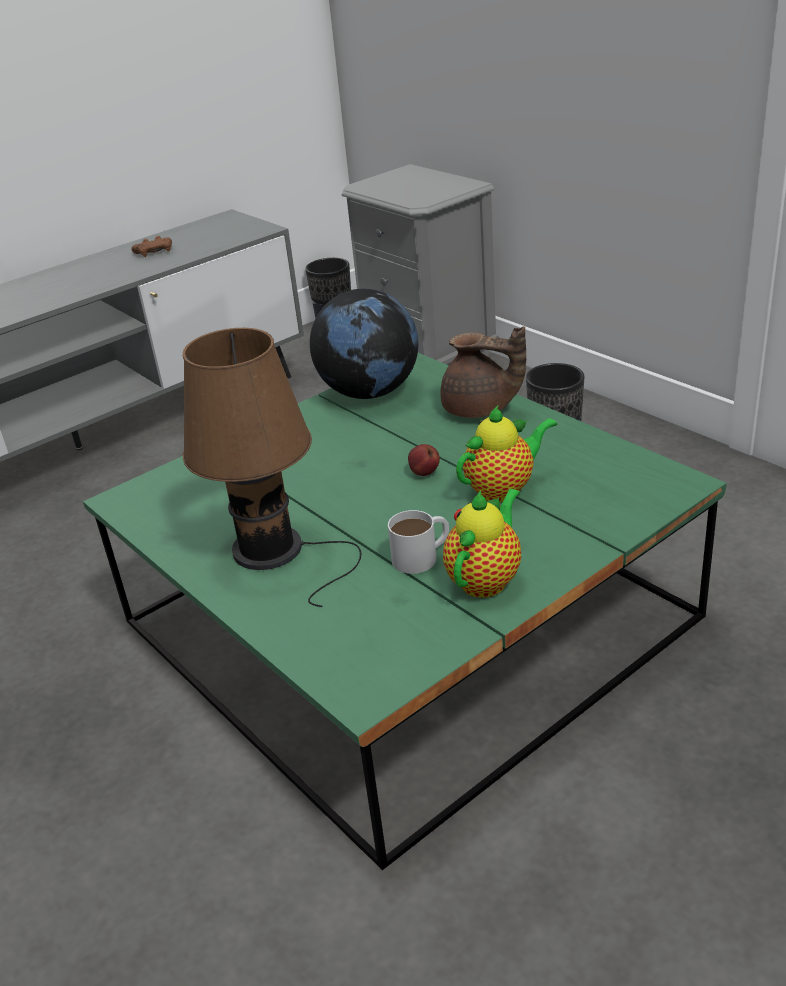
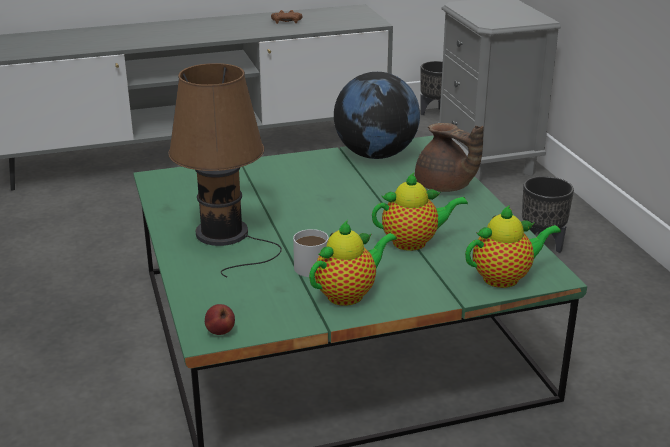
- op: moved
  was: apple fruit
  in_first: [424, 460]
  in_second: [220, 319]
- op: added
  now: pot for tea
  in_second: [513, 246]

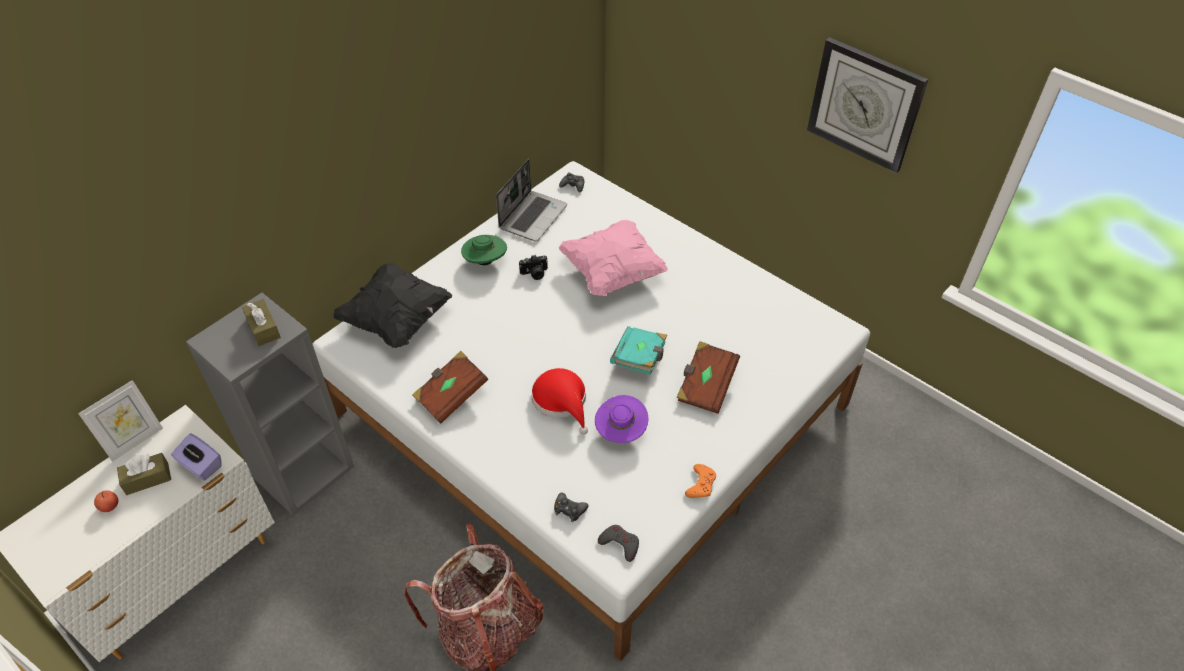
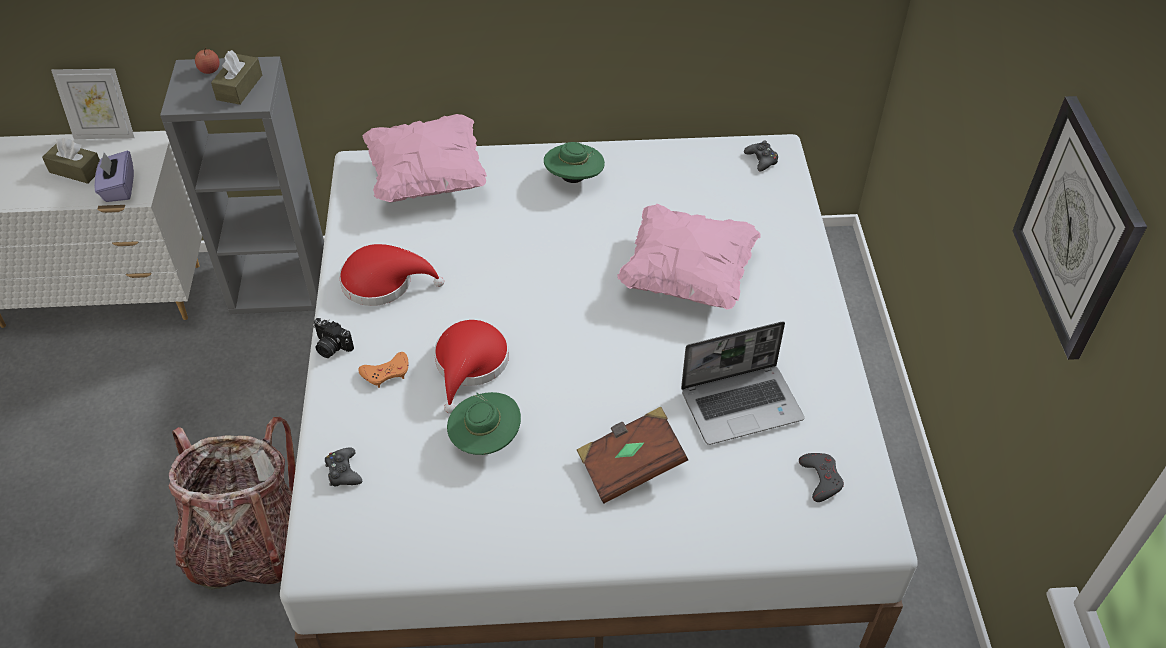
- op: moved
  was: apple fruit
  in_first: [106, 501]
  in_second: [207, 61]
- op: recoloured
  was: pillow/blackish
  now: pillow/pink-coloured
  in_first: [392, 305]
  in_second: [425, 158]
- op: replaced
  was: volume/brownish
  now: hat/red-coloured
  in_first: [450, 387]
  in_second: [391, 275]
- op: moved
  was: notebook computer
  in_first: [531, 200]
  in_second: [742, 383]
- op: moved
  was: still camera
  in_first: [533, 267]
  in_second: [333, 338]
- op: recoloured
  was: hat/purple-coloured
  now: hat/green
  in_first: [621, 419]
  in_second: [484, 423]
- op: moved
  was: game controller/greyish
  in_first: [618, 543]
  in_second: [821, 477]
- op: removed
  was: volume/blue-green
  in_first: [638, 350]
- op: moved
  was: game controller/orange-coloured
  in_first: [700, 481]
  in_second: [383, 370]

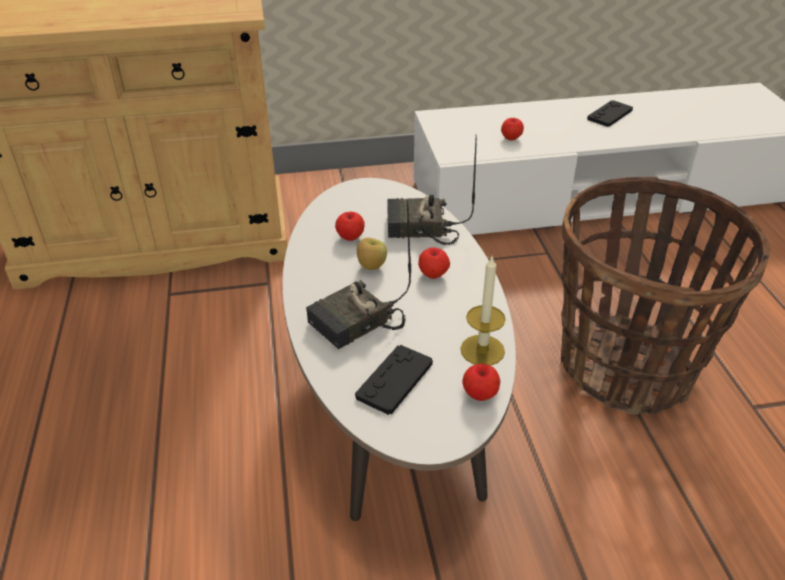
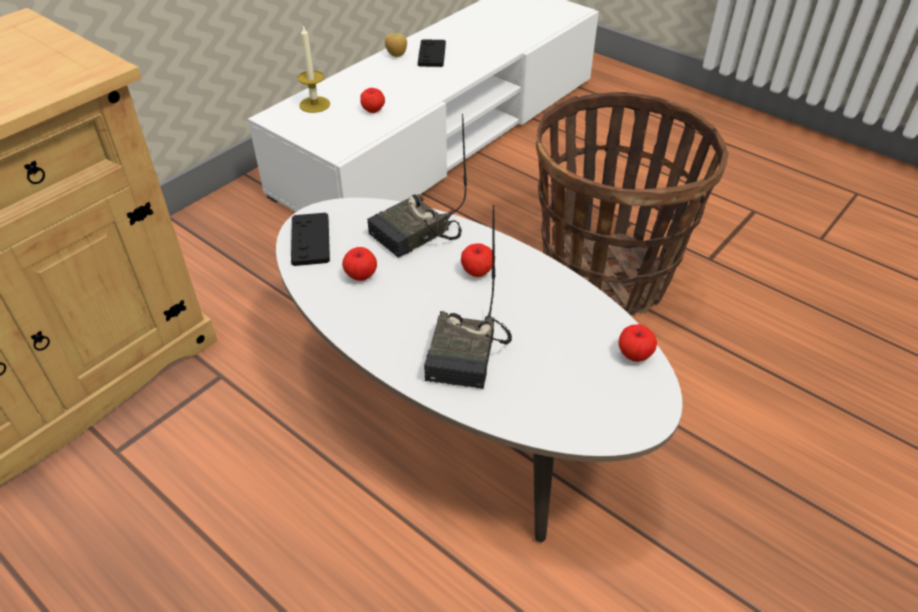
- op: moved
  was: game controller/blackish
  in_first: [394, 380]
  in_second: [310, 239]
- op: moved
  was: apple fruit
  in_first: [372, 254]
  in_second: [396, 45]
- op: moved
  was: wax candle
  in_first: [483, 310]
  in_second: [313, 69]

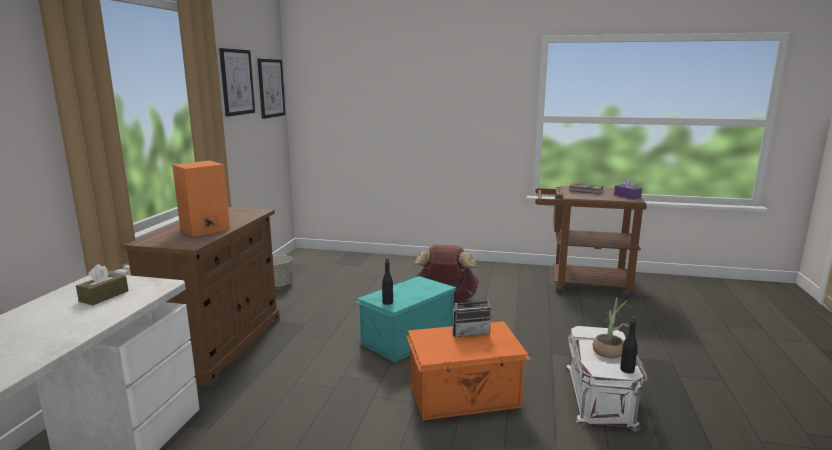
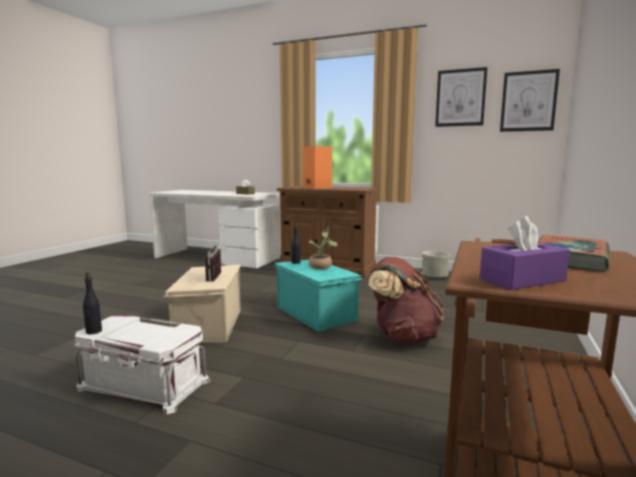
- op: recoloured
  was: storage bin/orange-coloured
  now: storage bin/beige-coloured
  in_first: [468, 370]
  in_second: [202, 304]
- op: moved
  was: plant in a pot
  in_first: [612, 328]
  in_second: [323, 248]

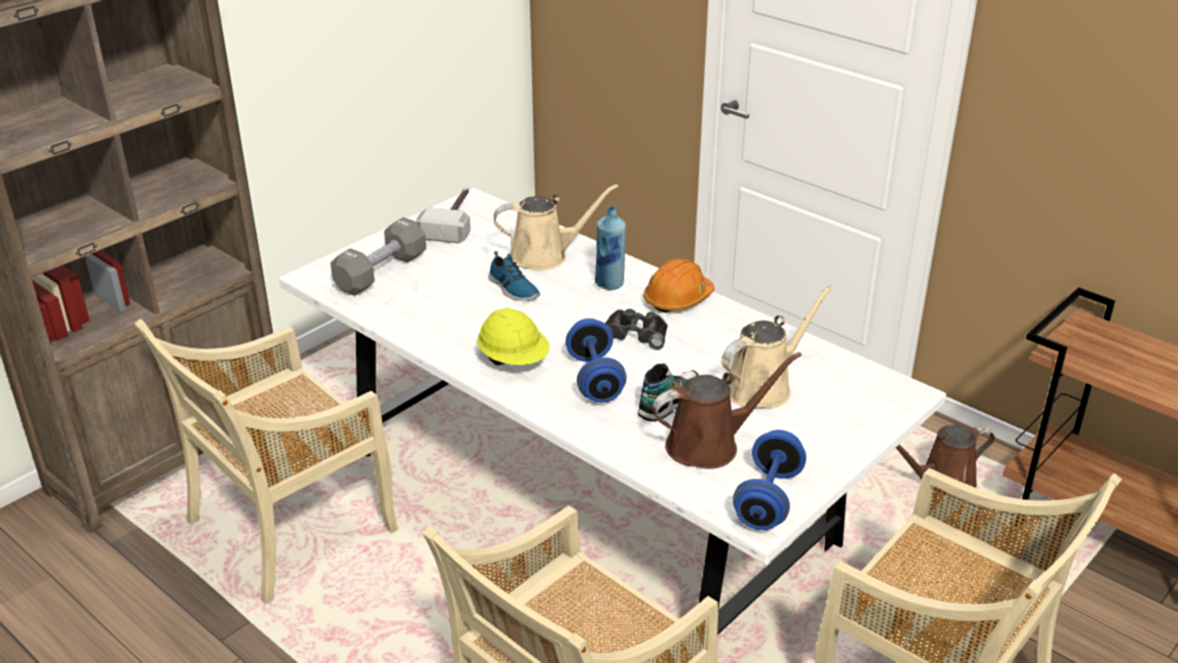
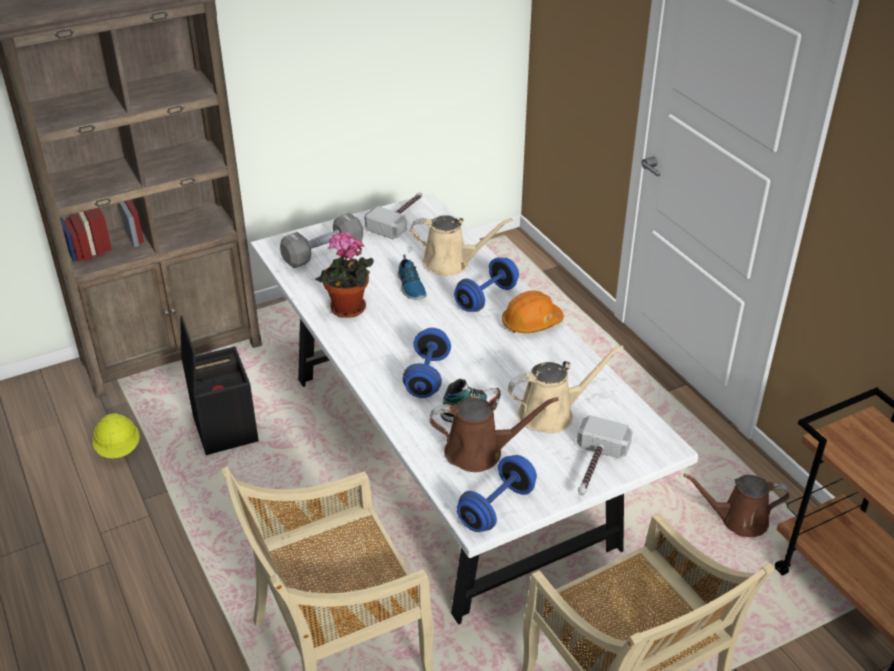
- op: replaced
  was: chair/beige-coloured
  now: storage bin/blackish
  in_first: [266, 461]
  in_second: [219, 385]
- op: moved
  was: safety helmet/yellowish
  in_first: [513, 336]
  in_second: [116, 435]
- op: replaced
  was: bottle/blue
  now: free weight/blue
  in_first: [610, 248]
  in_second: [486, 284]
- op: removed
  was: pair of binoculars/blackish
  in_first: [636, 329]
- op: added
  now: plant in a pot
  in_second: [344, 275]
- op: added
  now: hammer
  in_second: [604, 455]

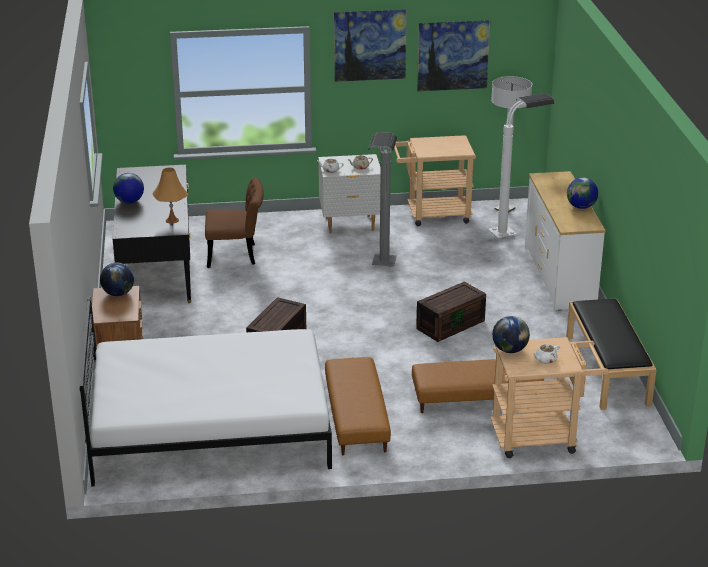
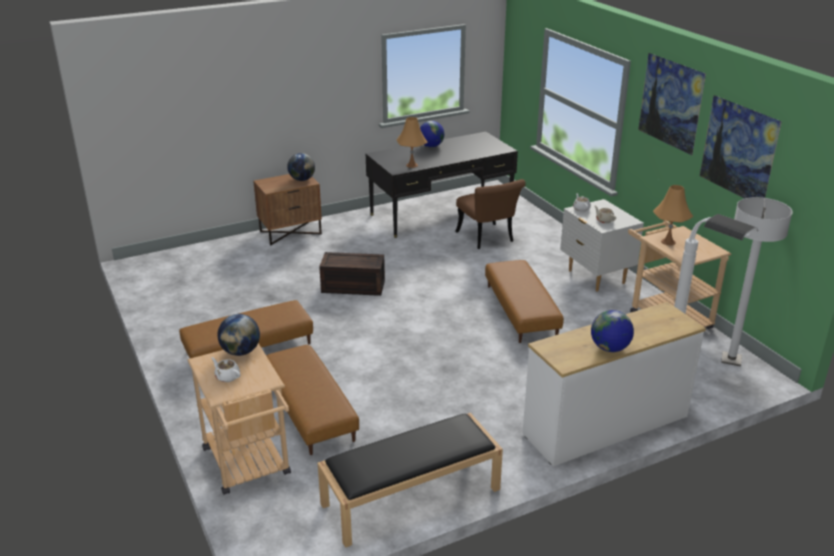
- op: removed
  was: bed/white
  in_first: [205, 391]
- op: replaced
  was: standard lamp/greyish
  now: footrest/brownish
  in_first: [382, 199]
  in_second: [524, 301]
- op: removed
  was: storage bin/brownish
  in_first: [451, 311]
- op: added
  now: lamp for a table/orange-coloured
  in_second: [673, 215]

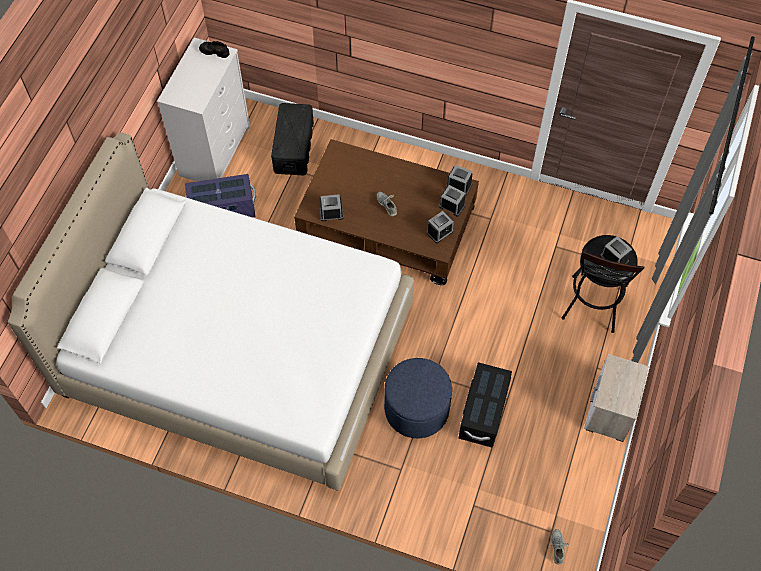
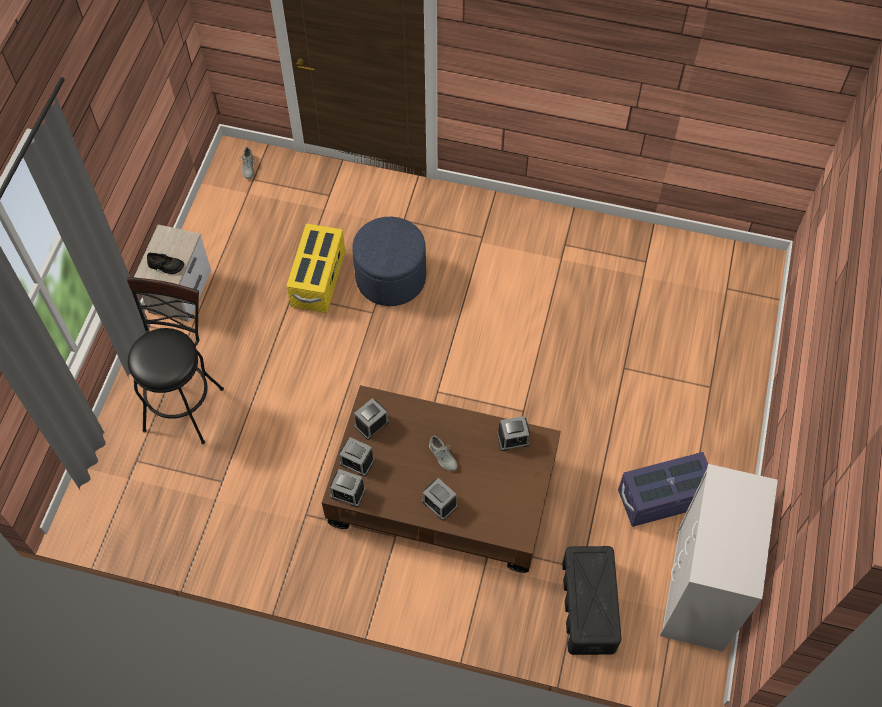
- op: removed
  was: bed/white
  in_first: [211, 312]
- op: moved
  was: item of footwear/blackish
  in_first: [214, 49]
  in_second: [165, 263]
- op: recoloured
  was: storage bin/blackish
  now: storage bin/yellowish
  in_first: [485, 405]
  in_second: [315, 268]
- op: moved
  was: bedside clock
  in_first: [616, 250]
  in_second: [439, 499]

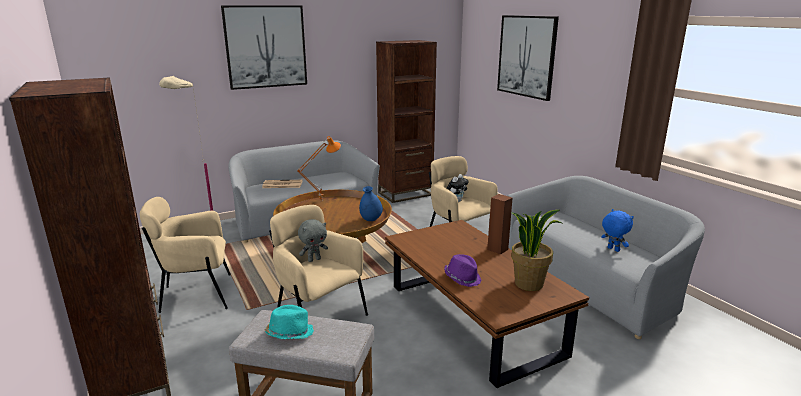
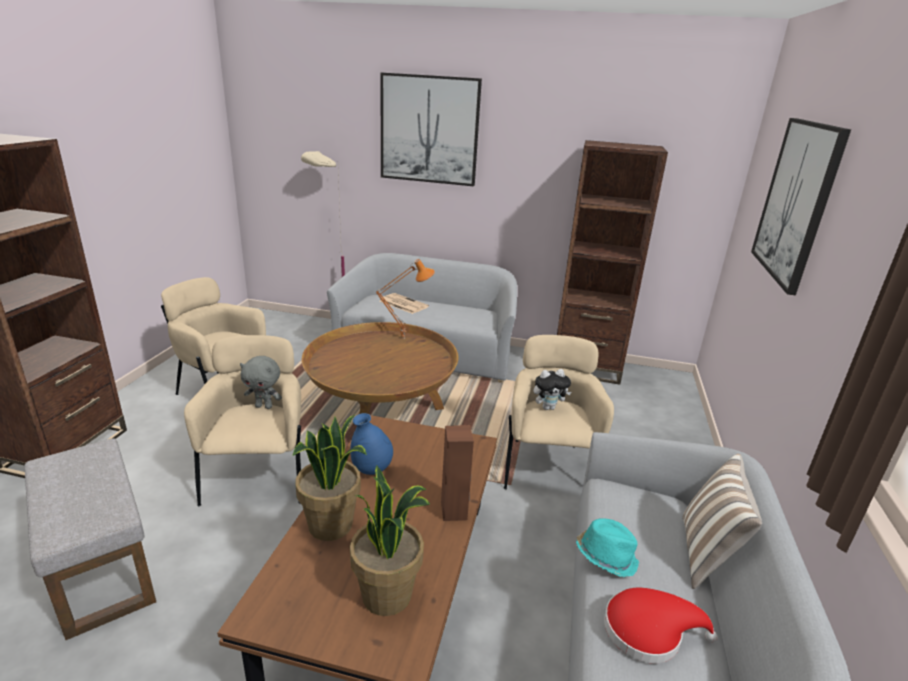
- op: moved
  was: hat/blue-green
  in_first: [289, 322]
  in_second: [607, 547]
- op: moved
  was: flower vase/blue
  in_first: [371, 203]
  in_second: [371, 444]
- op: replaced
  was: hat/purple-coloured
  now: plant in a pot
  in_first: [463, 270]
  in_second: [330, 478]
- op: replaced
  was: cuddly toy/blue
  now: hat/red-coloured
  in_first: [617, 230]
  in_second: [661, 625]
- op: added
  now: pillow
  in_second: [722, 521]

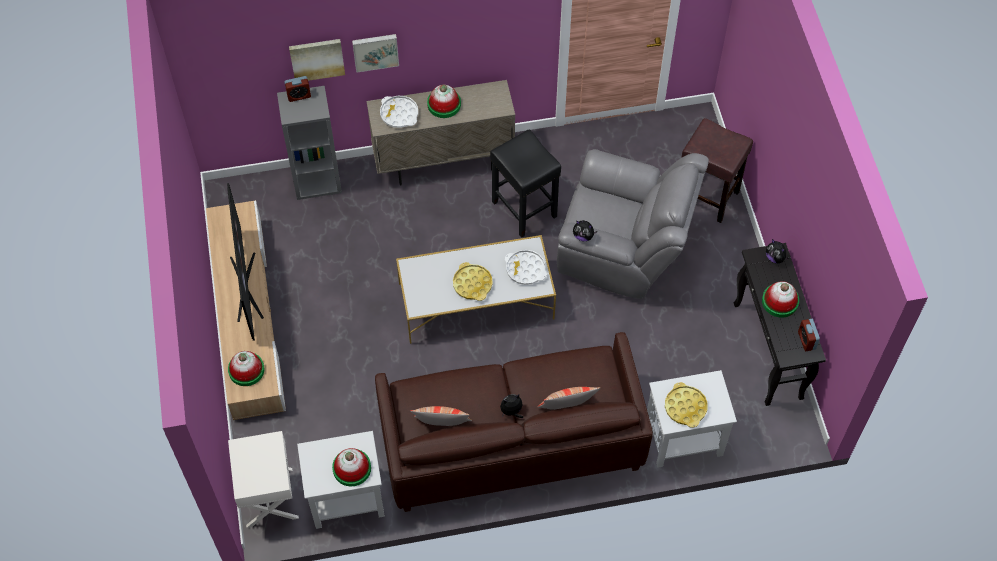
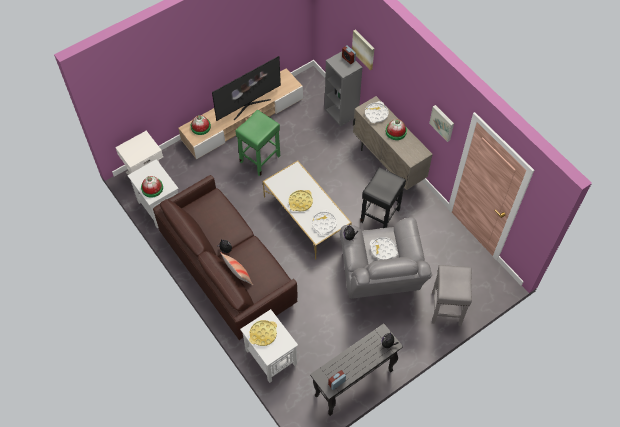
- op: moved
  was: wall art
  in_first: [375, 53]
  in_second: [441, 123]
- op: removed
  was: pillow
  in_first: [441, 416]
- op: recoloured
  was: stool seat/brownish
  now: stool seat/greyish
  in_first: [717, 170]
  in_second: [452, 295]
- op: removed
  was: hat
  in_first: [780, 299]
- op: added
  now: stool seat/green
  in_second: [257, 143]
- op: added
  now: serving tray/white
  in_second: [384, 248]

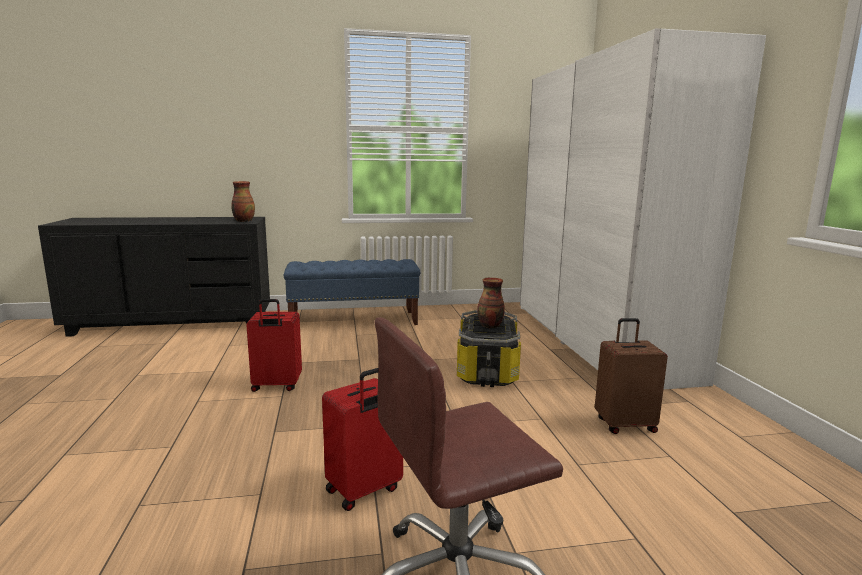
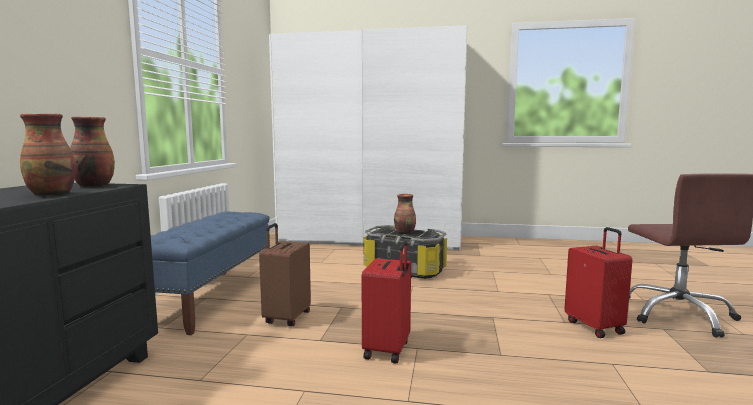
- op: moved
  was: suitcase/brownish
  in_first: [631, 376]
  in_second: [285, 274]
- op: added
  now: flower vase
  in_second: [48, 154]

